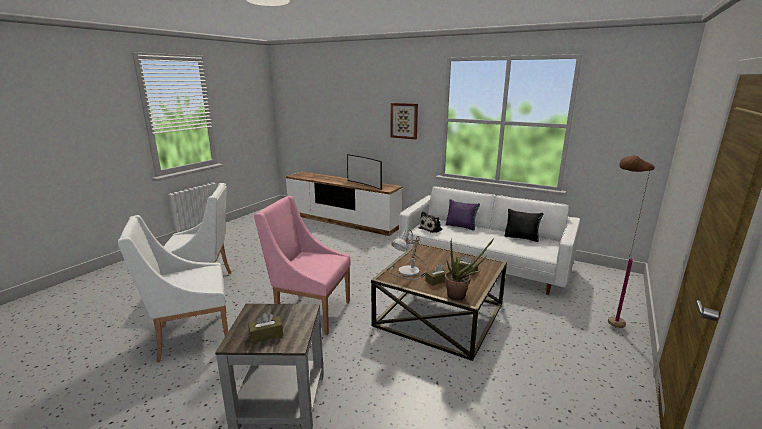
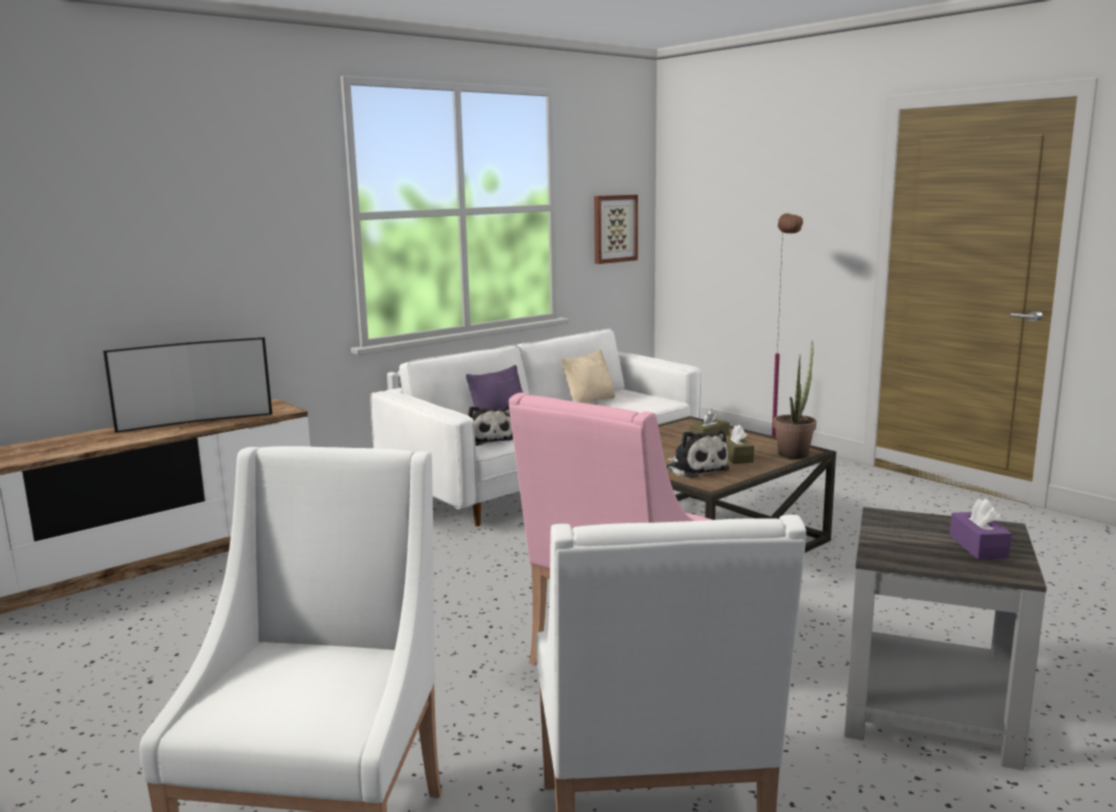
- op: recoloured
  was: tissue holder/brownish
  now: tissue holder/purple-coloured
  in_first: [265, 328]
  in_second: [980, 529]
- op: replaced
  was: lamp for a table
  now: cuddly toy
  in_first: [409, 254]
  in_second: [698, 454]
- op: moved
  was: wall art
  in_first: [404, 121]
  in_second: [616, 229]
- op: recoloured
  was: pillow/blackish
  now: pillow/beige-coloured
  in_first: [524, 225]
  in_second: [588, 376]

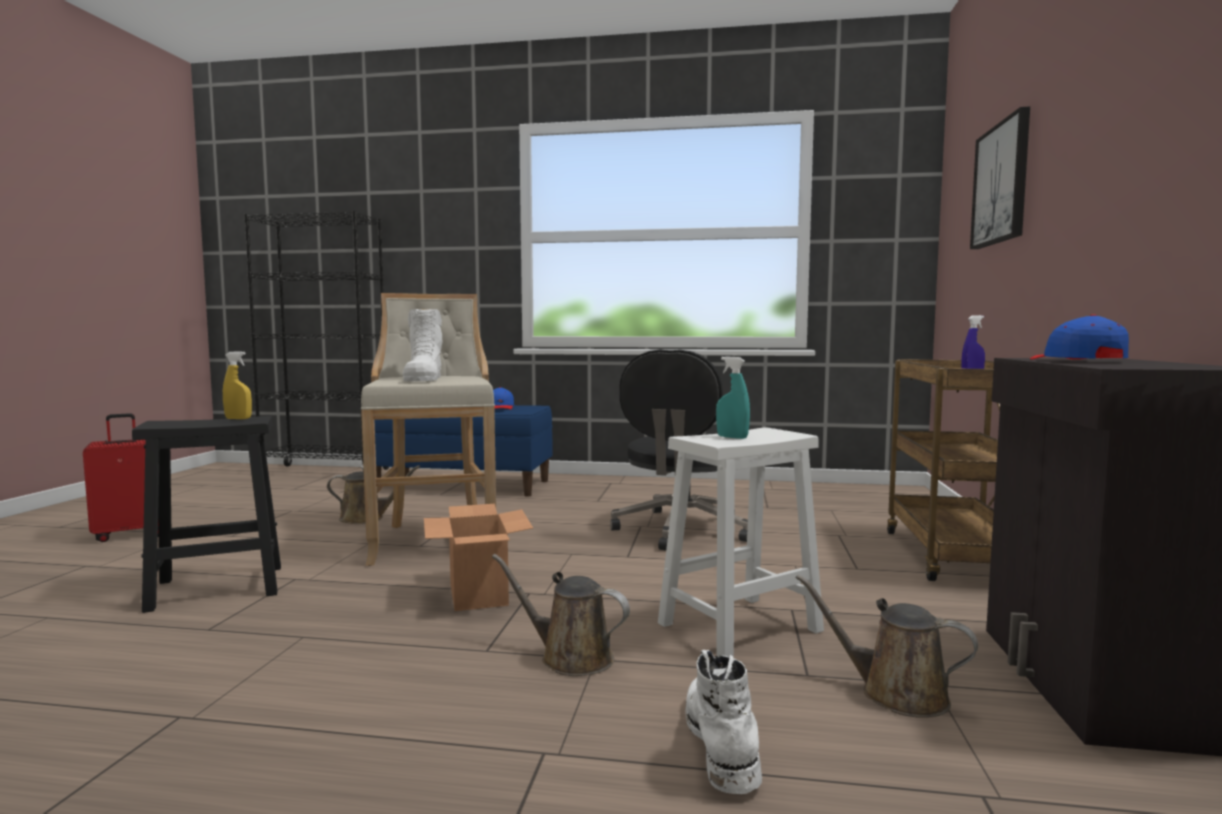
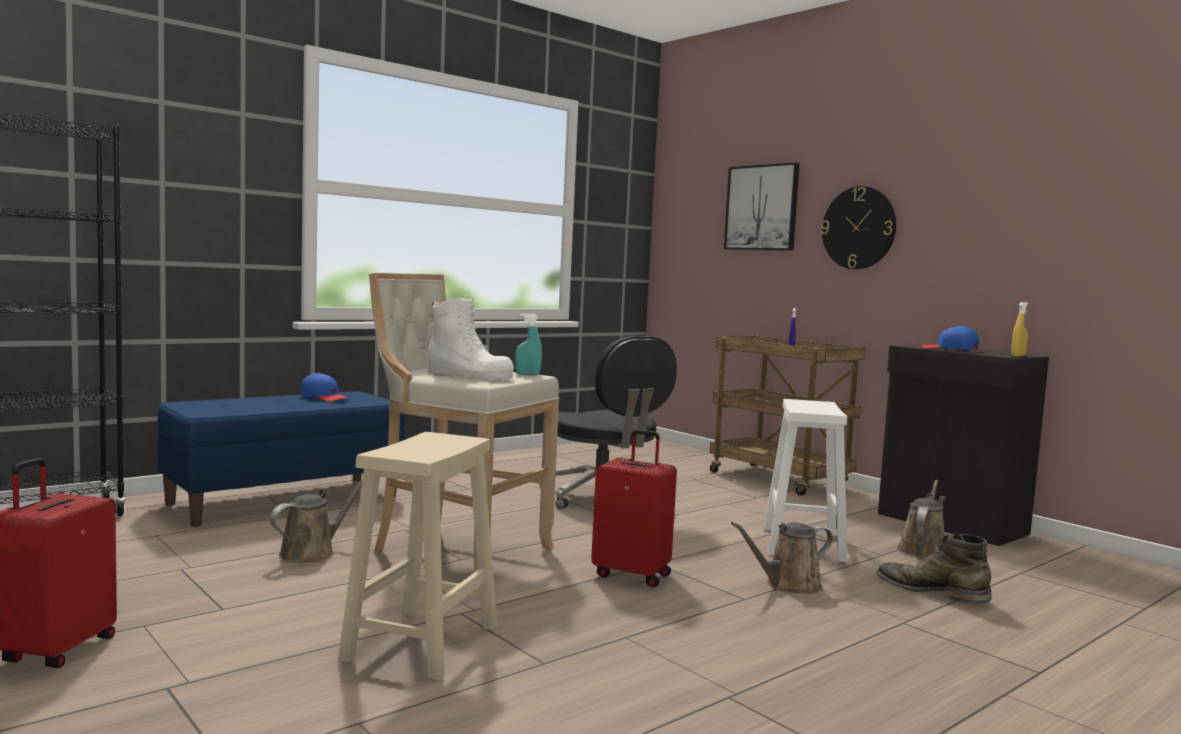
- op: recoloured
  was: stool seat/blackish
  now: stool seat/beige-coloured
  in_first: [206, 514]
  in_second: [417, 556]
- op: moved
  was: spray bottle/yellowish
  in_first: [237, 385]
  in_second: [1019, 329]
- op: replaced
  was: carton
  now: suitcase/red-coloured
  in_first: [478, 557]
  in_second: [634, 508]
- op: recoloured
  was: boot/white
  now: boot/green
  in_first: [723, 722]
  in_second: [934, 568]
- op: moved
  was: spray bottle/blue-green
  in_first: [733, 397]
  in_second: [528, 344]
- op: turned
  was: watering pot/brownish
  in_first: [887, 646]
  in_second: [921, 519]
  clockwise: 135
- op: added
  now: hanging clock
  in_second: [858, 227]

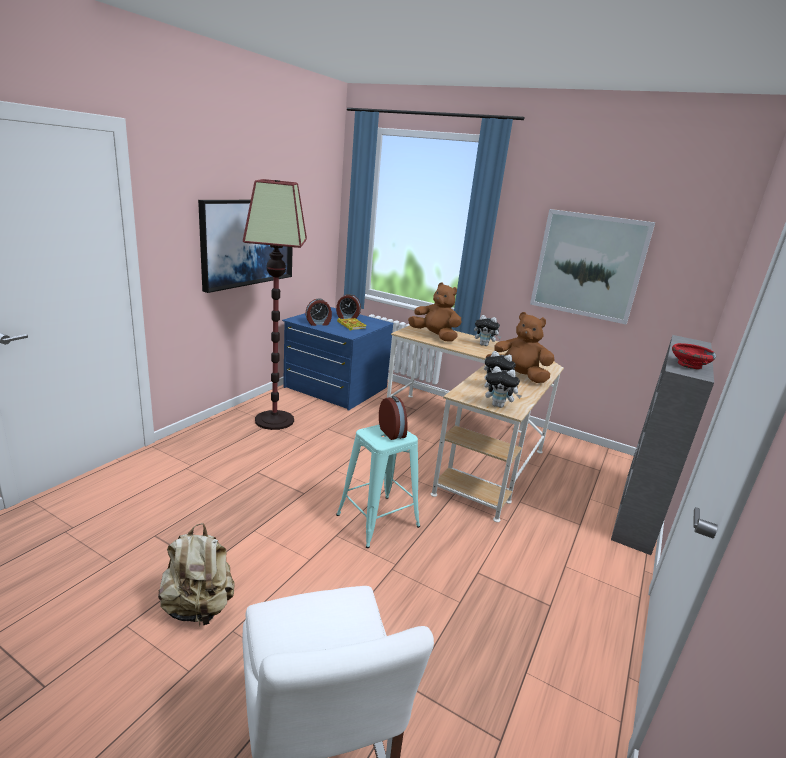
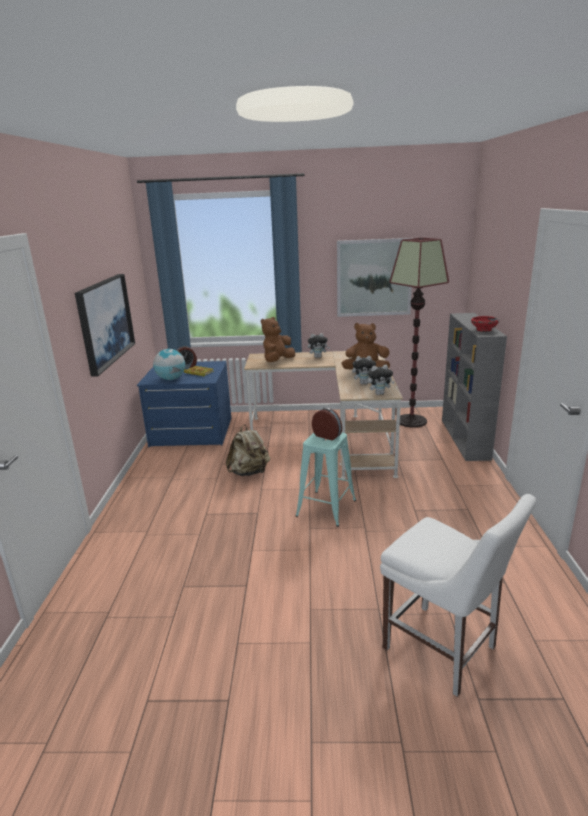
- op: moved
  was: backpack/beige-coloured
  in_first: [196, 575]
  in_second: [248, 450]
- op: moved
  was: standard lamp
  in_first: [275, 304]
  in_second: [419, 333]
- op: replaced
  was: bedside clock
  now: globe
  in_first: [319, 312]
  in_second: [169, 364]
- op: turned
  was: cuddly toy/brownish
  in_first: [435, 312]
  in_second: [278, 339]
  clockwise: -60

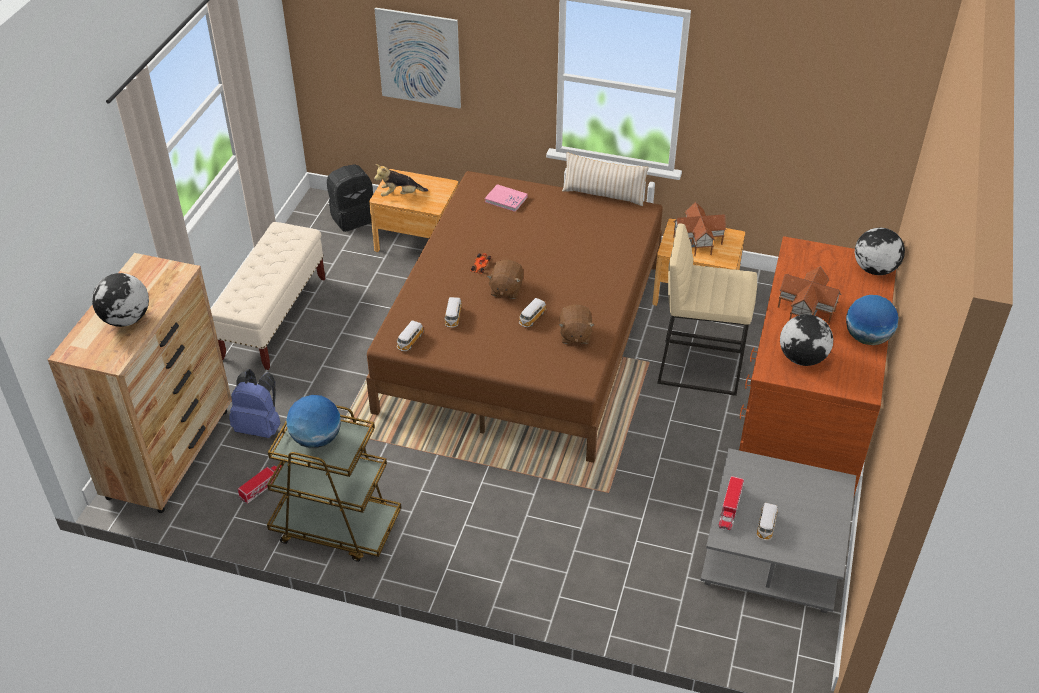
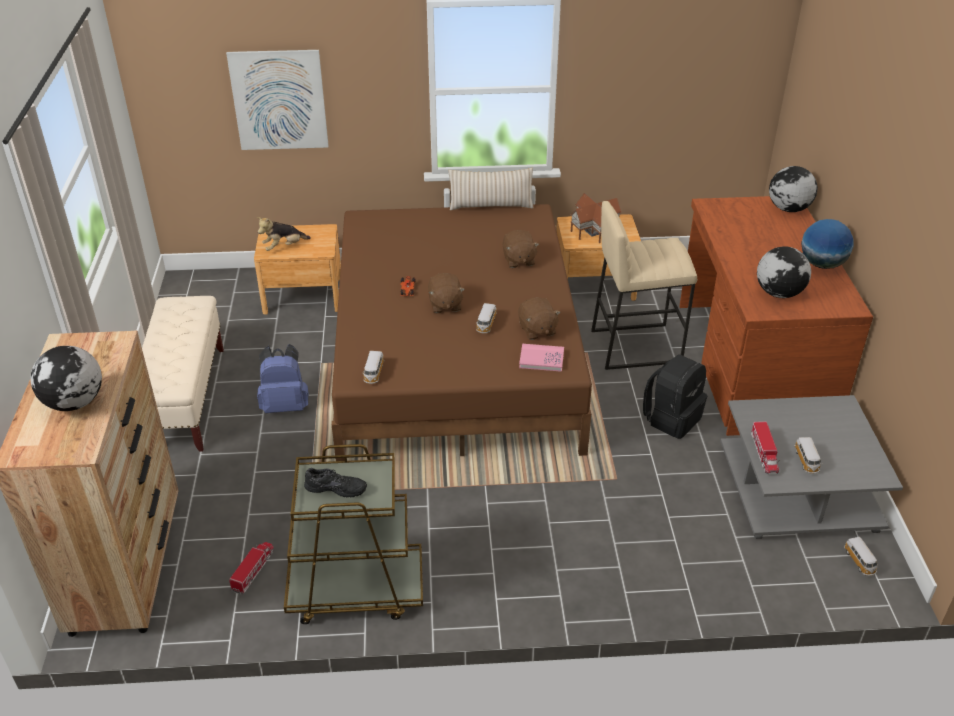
- op: moved
  was: backpack/blue
  in_first: [255, 403]
  in_second: [283, 378]
- op: replaced
  was: globe
  now: item of footwear/blackish
  in_first: [313, 421]
  in_second: [335, 483]
- op: moved
  was: backpack/blackish
  in_first: [350, 198]
  in_second: [675, 397]
- op: moved
  was: miniature car
  in_first: [453, 312]
  in_second: [861, 556]
- op: moved
  was: volume/pink-coloured
  in_first: [506, 198]
  in_second: [541, 358]
- op: removed
  was: model house
  in_first: [809, 294]
- op: added
  now: cuddly toy/brownish
  in_second: [520, 249]

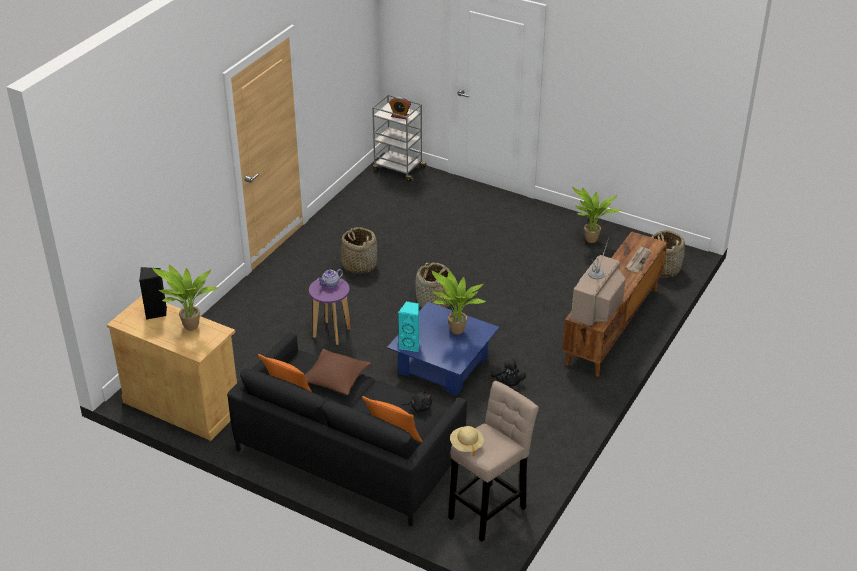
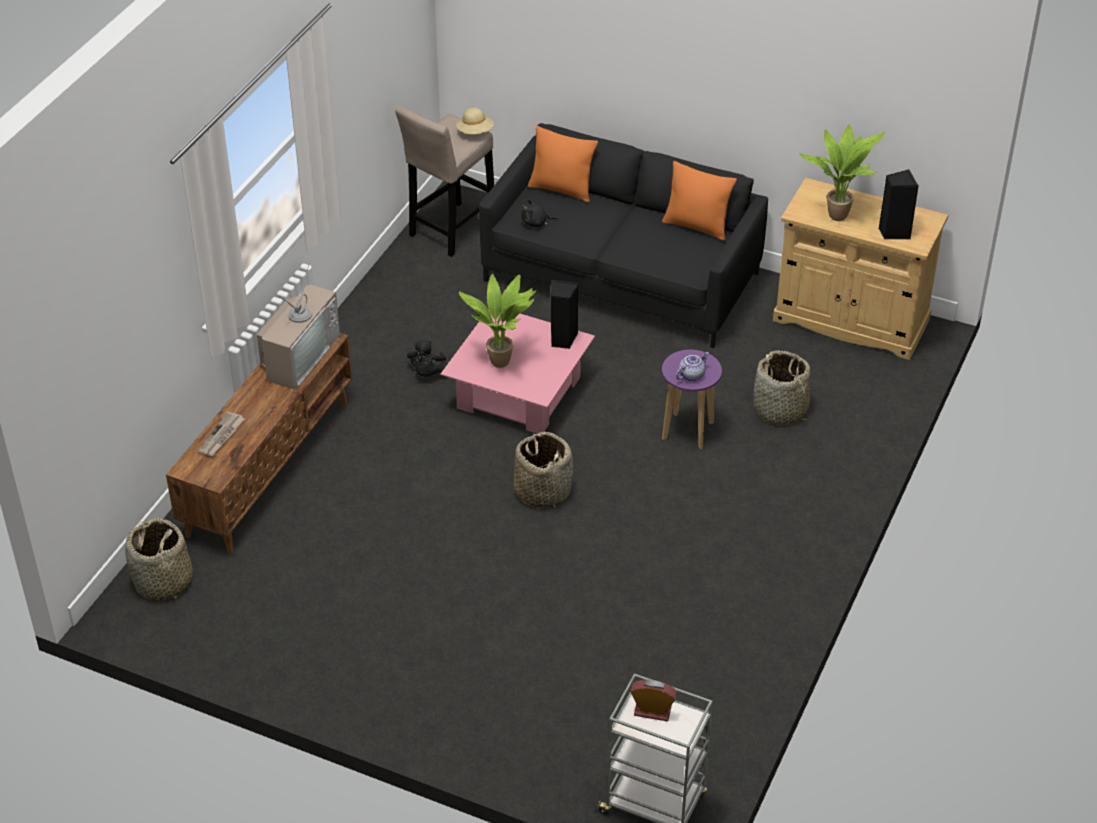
- op: removed
  was: pillow/brownish
  in_first: [338, 372]
- op: moved
  was: household basket
  in_first: [359, 250]
  in_second: [782, 387]
- op: recoloured
  was: low table/blue
  now: low table/pink-coloured
  in_first: [443, 349]
  in_second: [518, 371]
- op: recoloured
  was: loudspeaker/blue-green
  now: loudspeaker/blackish
  in_first: [408, 326]
  in_second: [565, 314]
- op: turned
  was: cuddly toy/blackish
  in_first: [508, 373]
  in_second: [427, 358]
  clockwise: -150
- op: removed
  was: plant in a pot
  in_first: [596, 215]

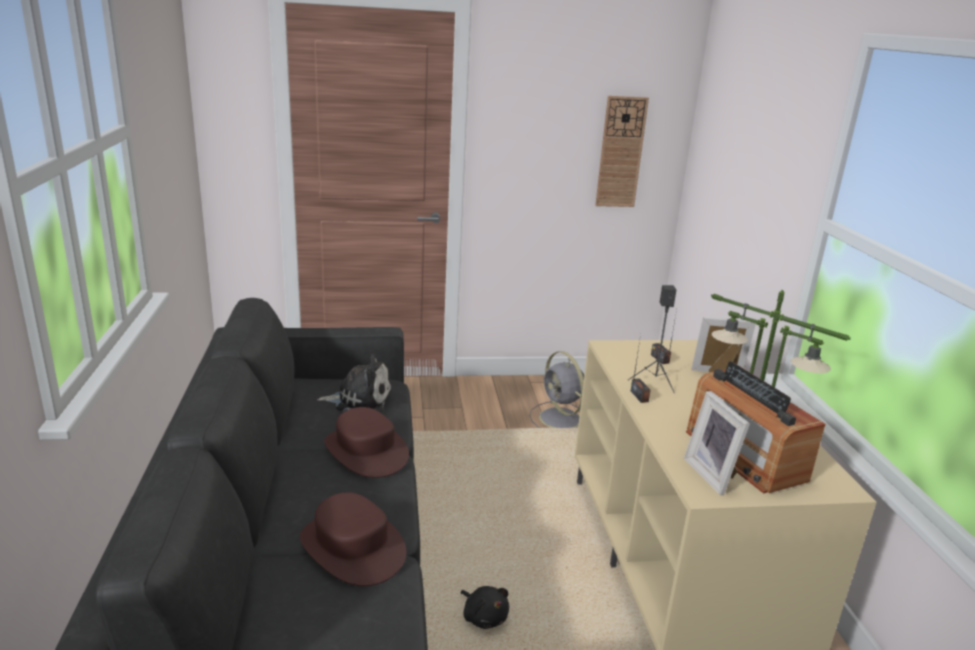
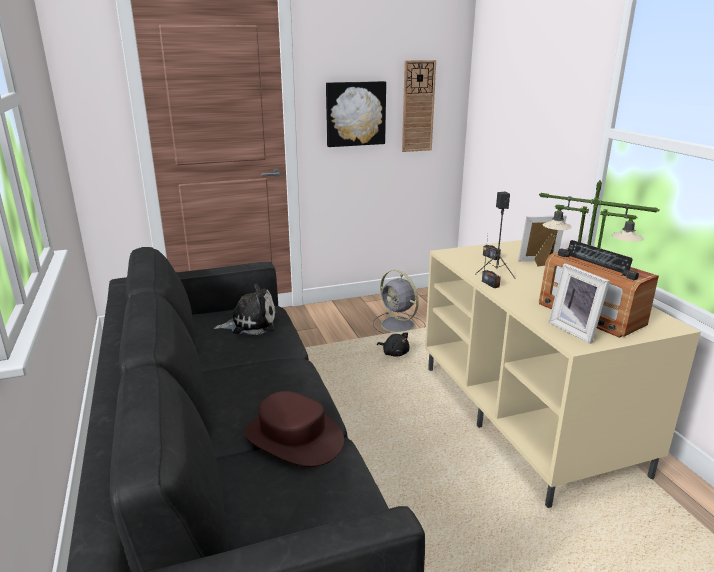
- op: removed
  was: hat/brownish
  in_first: [366, 442]
- op: moved
  was: cuddly toy/blackish
  in_first: [485, 607]
  in_second: [393, 344]
- op: added
  now: wall art
  in_second: [356, 114]

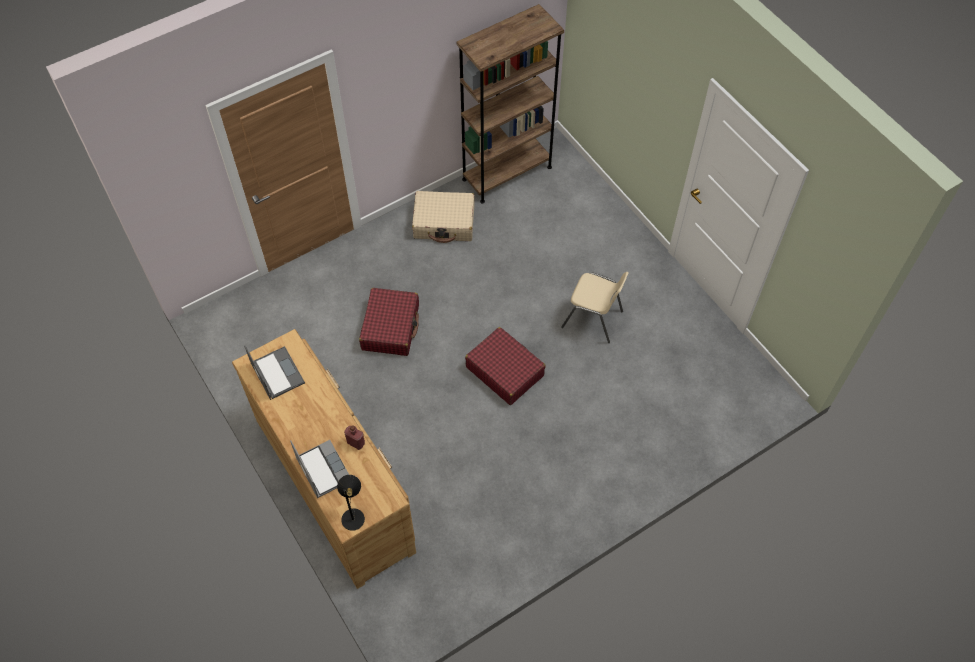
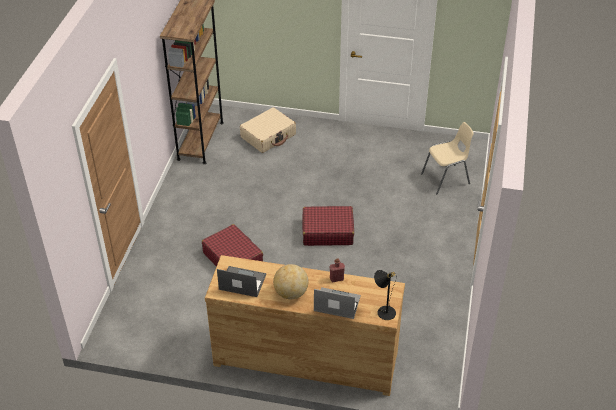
- op: moved
  was: suitcase/beige-coloured
  in_first: [443, 217]
  in_second: [268, 130]
- op: moved
  was: chair/beige-coloured
  in_first: [595, 307]
  in_second: [447, 158]
- op: added
  now: globe
  in_second: [290, 281]

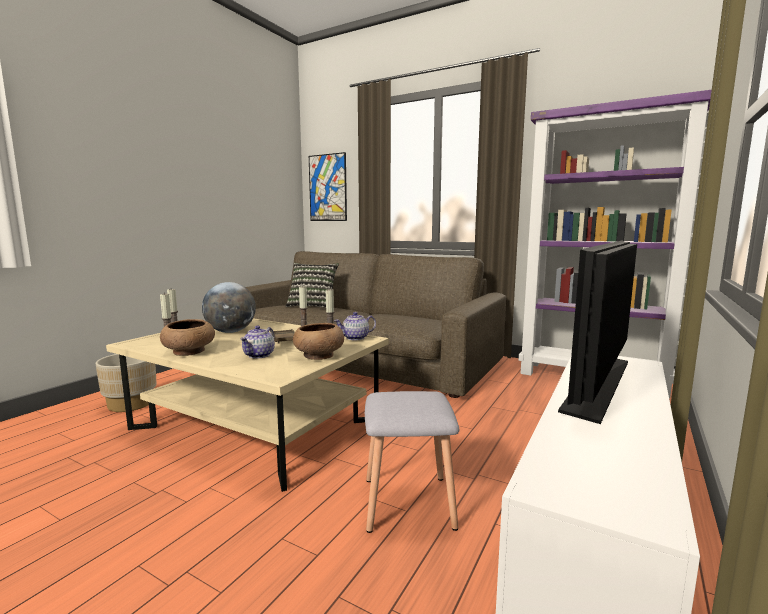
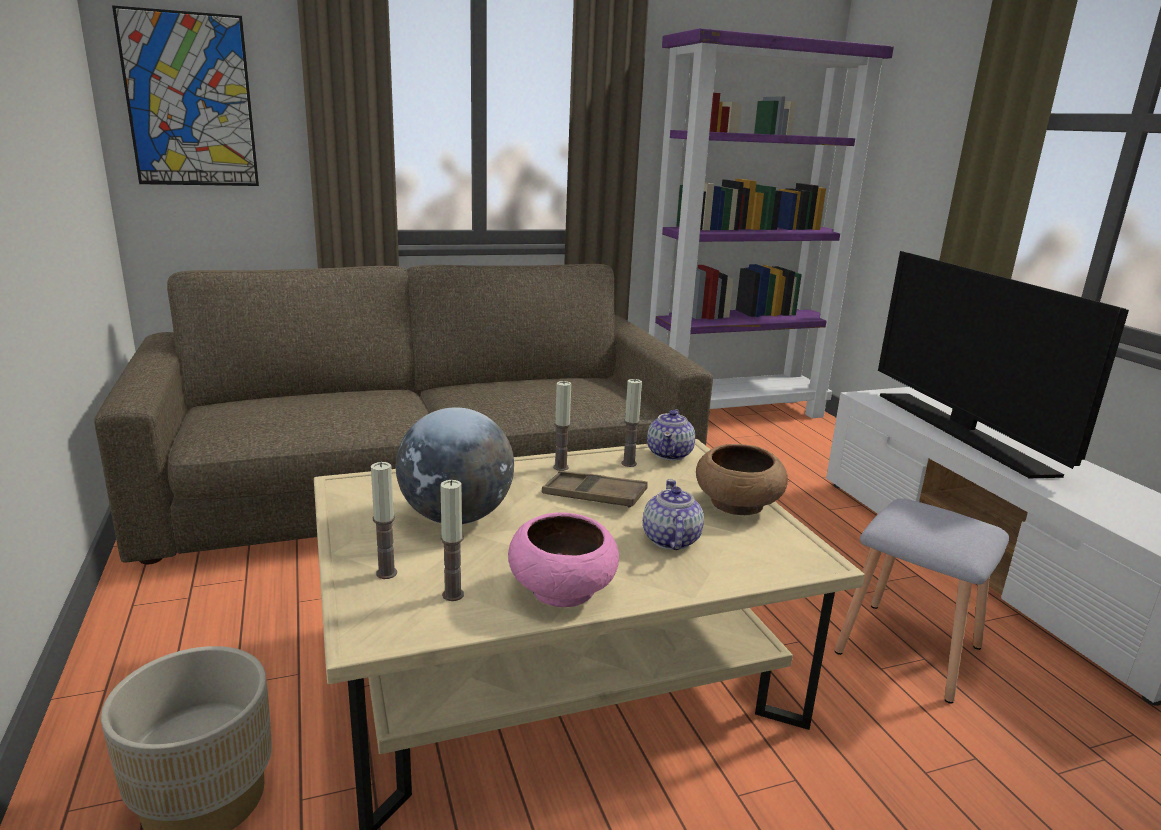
- op: recoloured
  was: deep dish/brownish
  now: deep dish/pink-coloured
  in_first: [187, 337]
  in_second: [563, 560]
- op: turned
  was: pot for tea
  in_first: [257, 342]
  in_second: [673, 514]
  clockwise: -150
- op: removed
  was: pillow
  in_first: [312, 285]

